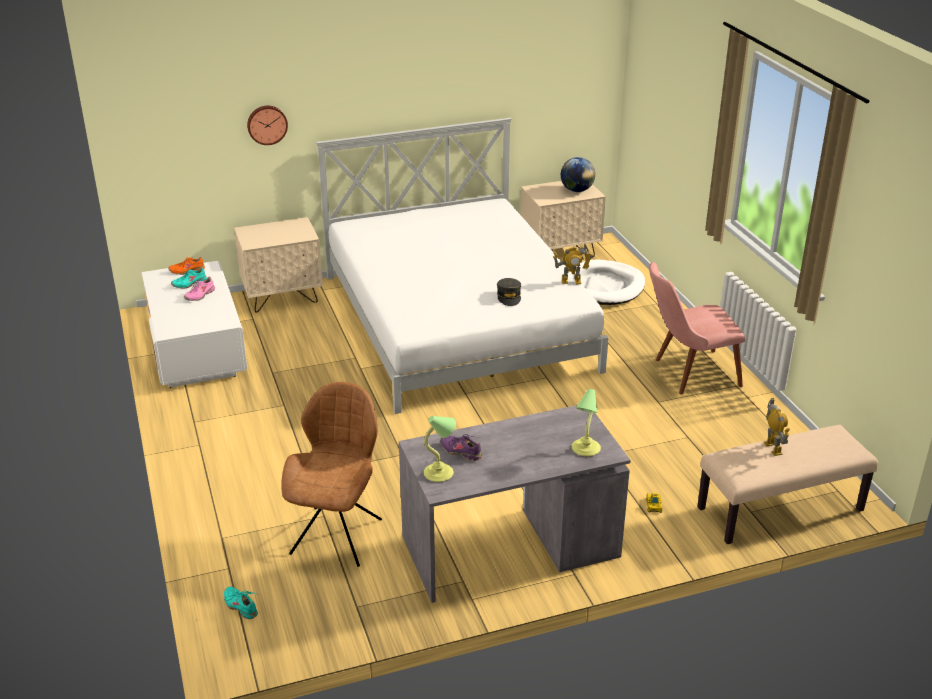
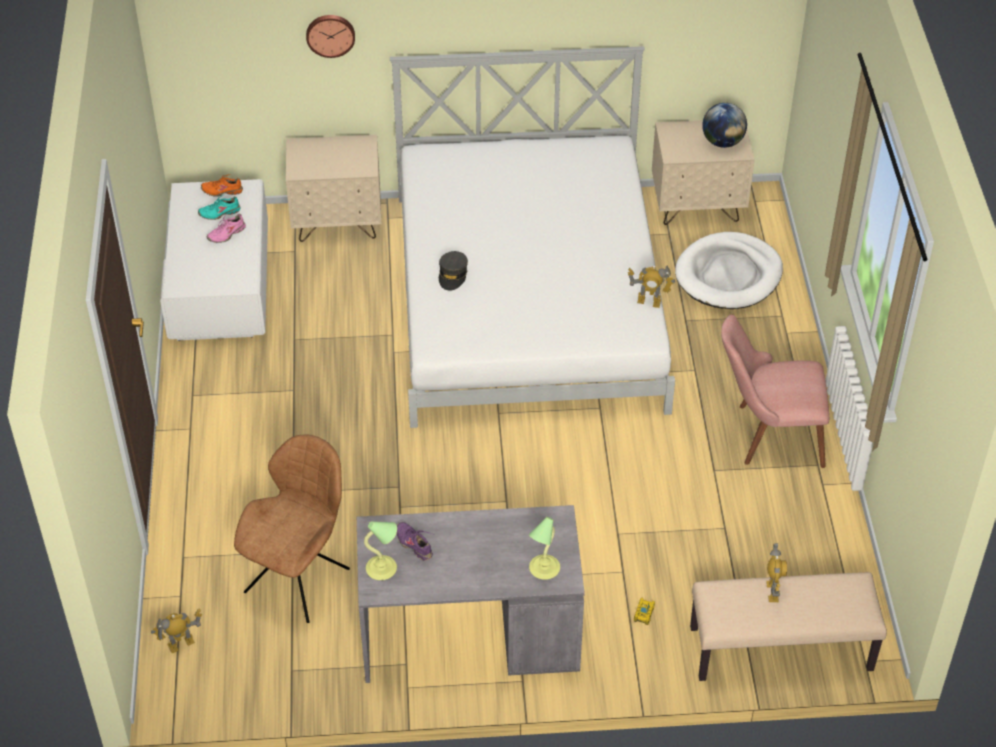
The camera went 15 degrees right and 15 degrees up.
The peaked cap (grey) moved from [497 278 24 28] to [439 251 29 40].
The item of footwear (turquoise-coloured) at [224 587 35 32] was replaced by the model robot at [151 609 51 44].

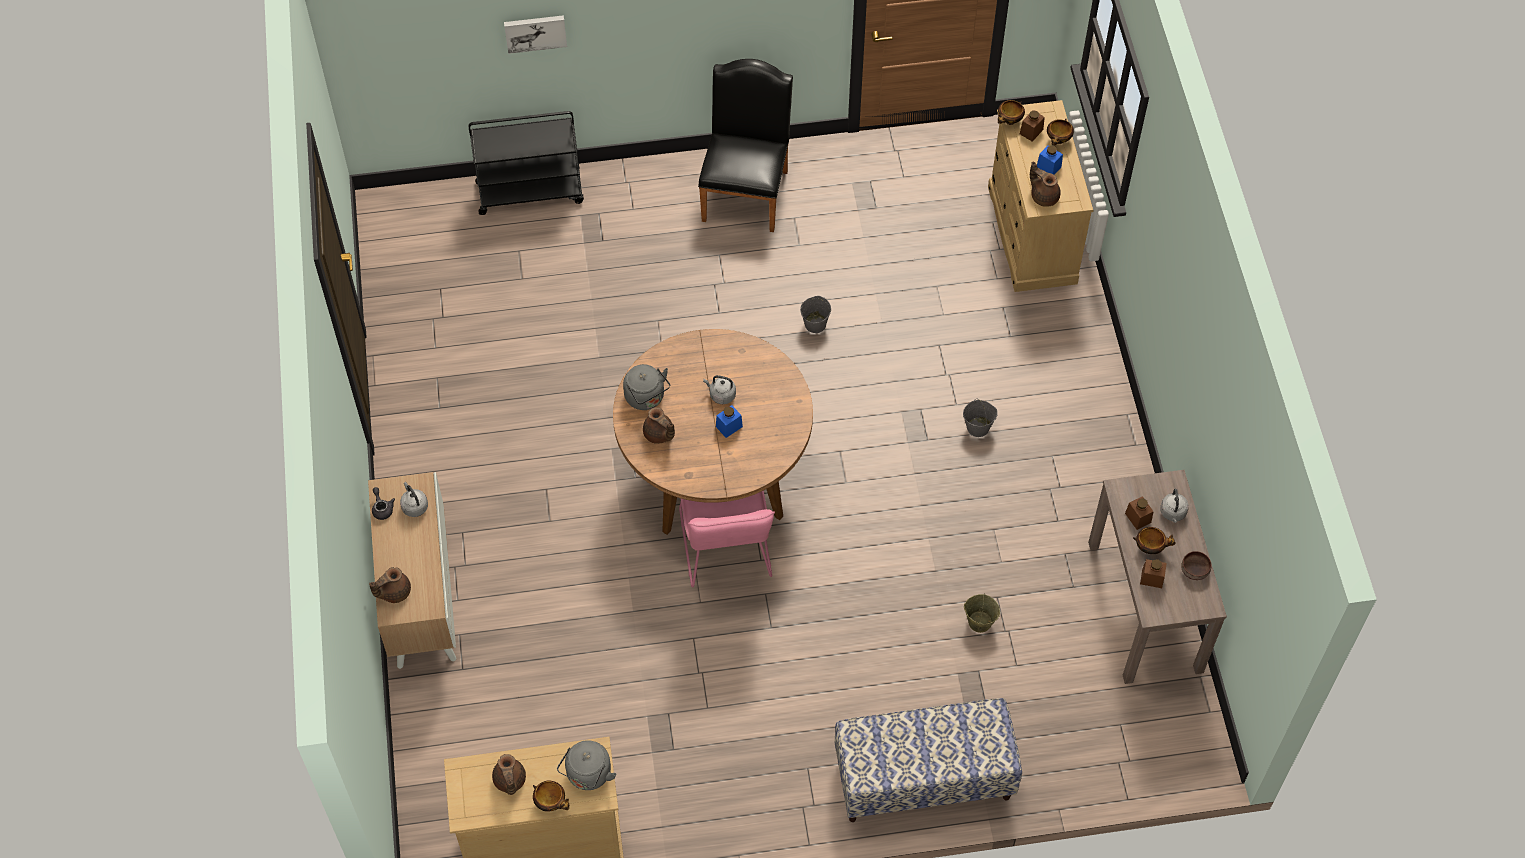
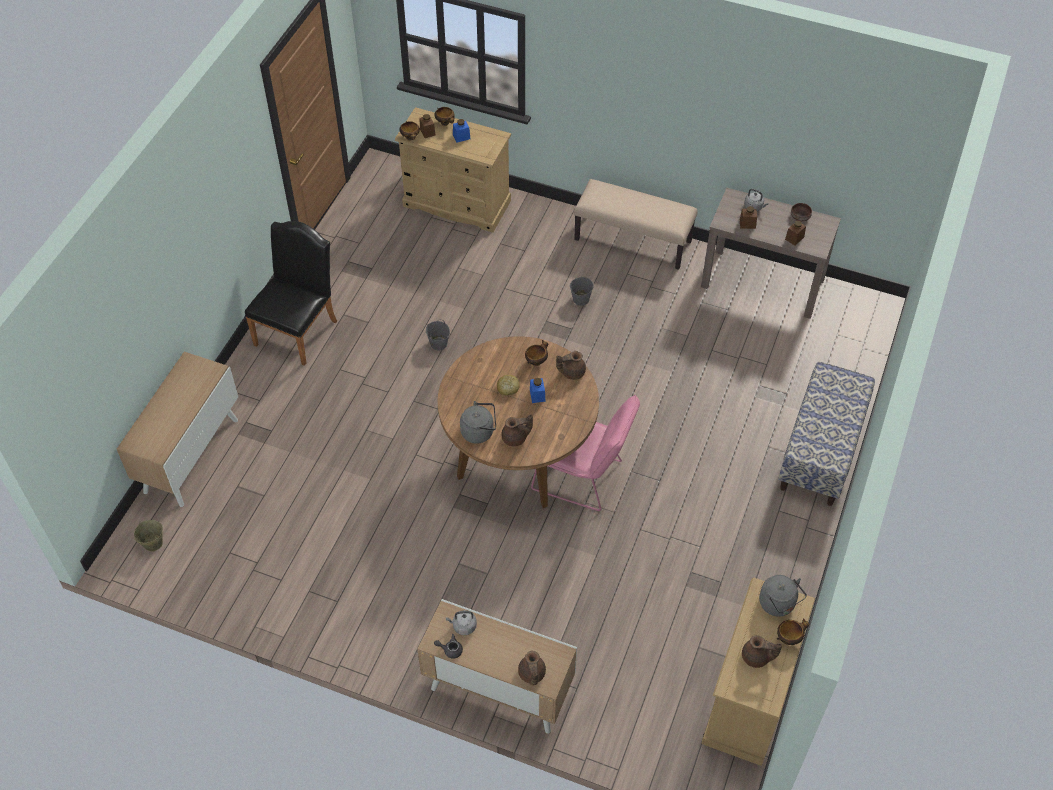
The camera went 60 degrees left and 5 degrees down.
The picture at [504 15 63 39] disappeared.
The plain chair (black-coloured) at [698 59 95 173] turned 75 degrees clockwise.
The cart (black-coloured) at [469 111 115 104] was replaced by the cabinet at [117 352 121 155].
The teapot (brown-coloured) moved from [1030 161 31 46] to [556 351 30 29].
The water kettle (grey) at [703 375 33 29] was replaced by the baked bread at [497 375 23 20].
The deep dish moved from [1133 527 43 27] to [525 340 24 26].
The pail (beige) moved from [964 593 36 40] to [134 520 29 31].
The long seat (beige) at [574 179 124 91] appeared.

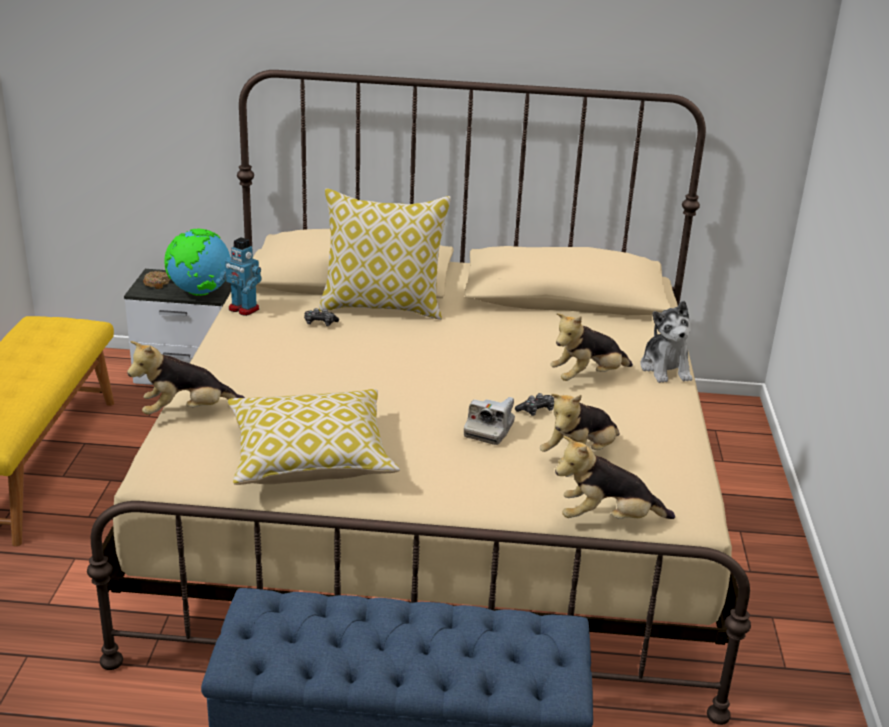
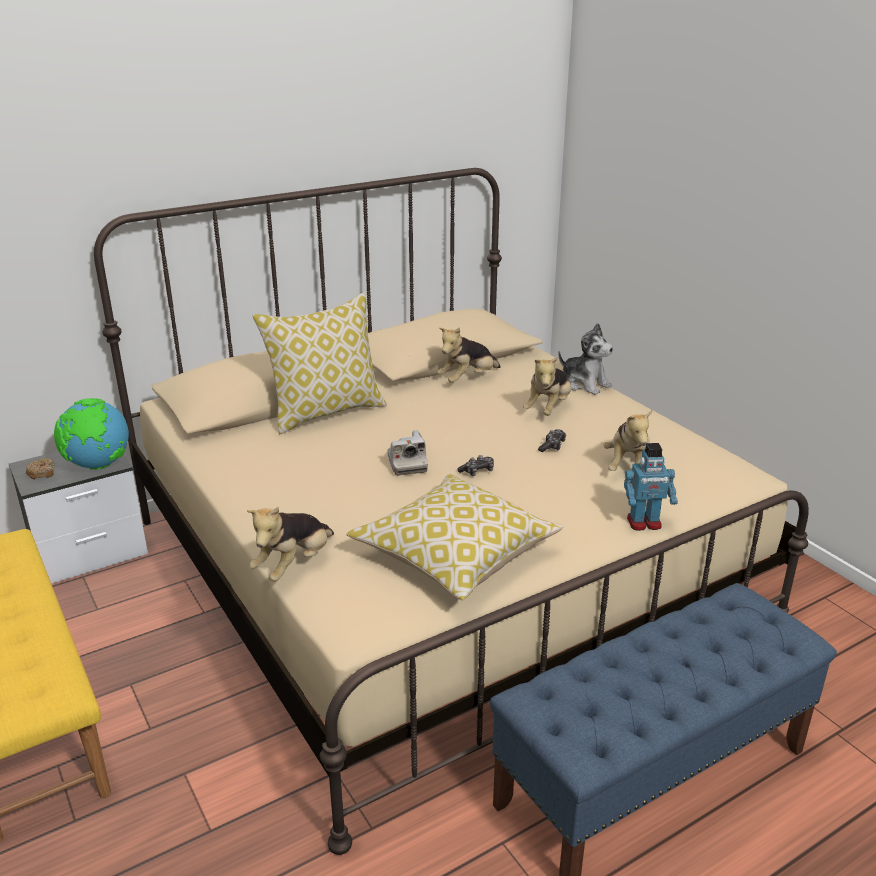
The camera went 35 degrees left and 0 degrees up.
The model robot moved from [216 237 46 79] to [624 443 54 88].
The gamepad moved from [304 308 35 18] to [457 455 37 21].
The still camera moved from [464 397 51 48] to [387 430 41 46].
The cuddly toy moved from [555 436 120 83] to [437 327 64 56].

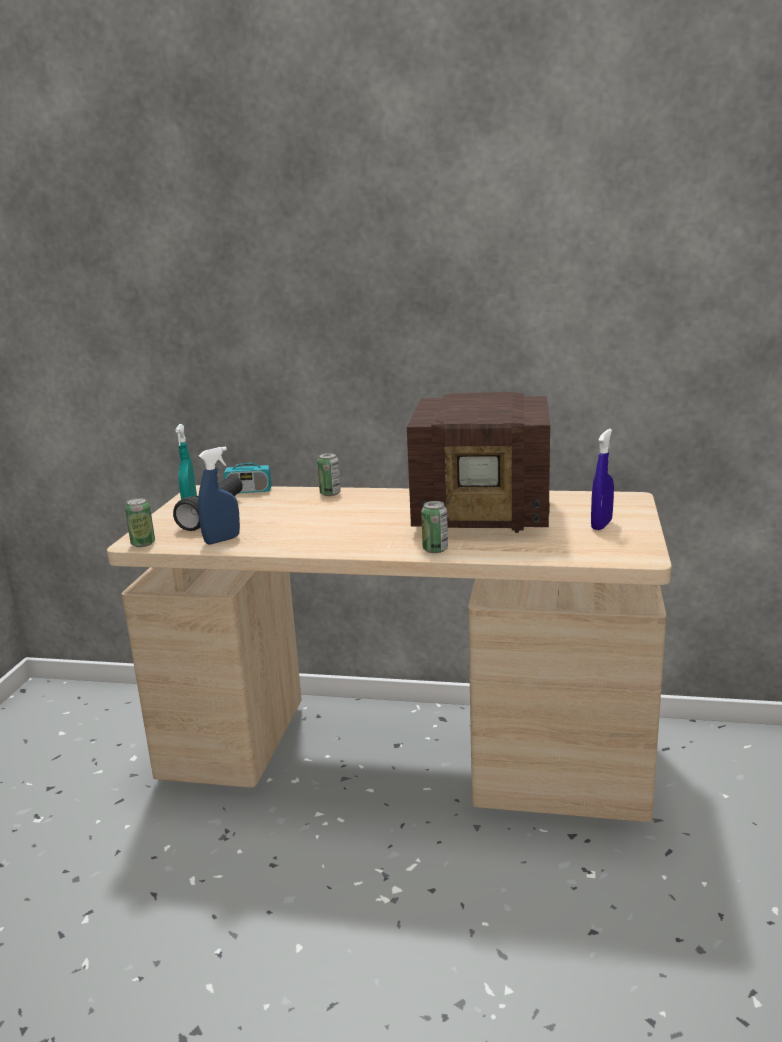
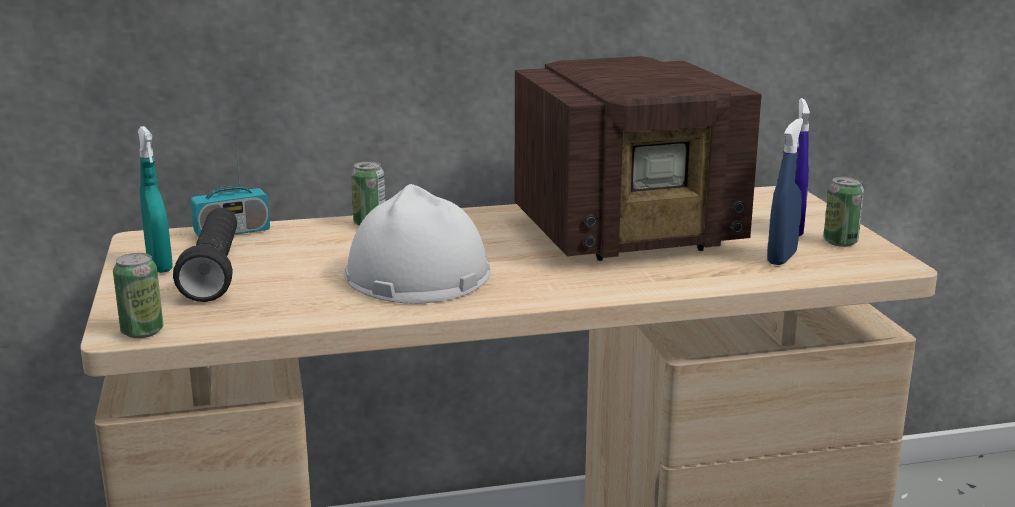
The camera went 25 degrees left and 0 degrees up.
The spray bottle (bluish) moved from [198 446 42 98] to [768 118 36 147].
The can moved from [421 501 27 52] to [823 177 41 70].
The work helmet (whitish) at [344 184 146 120] appeared.

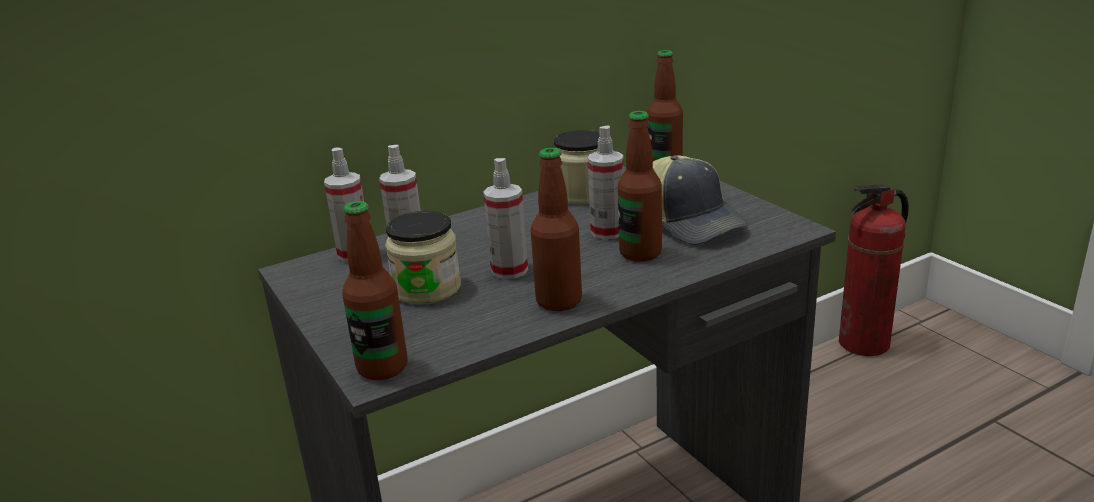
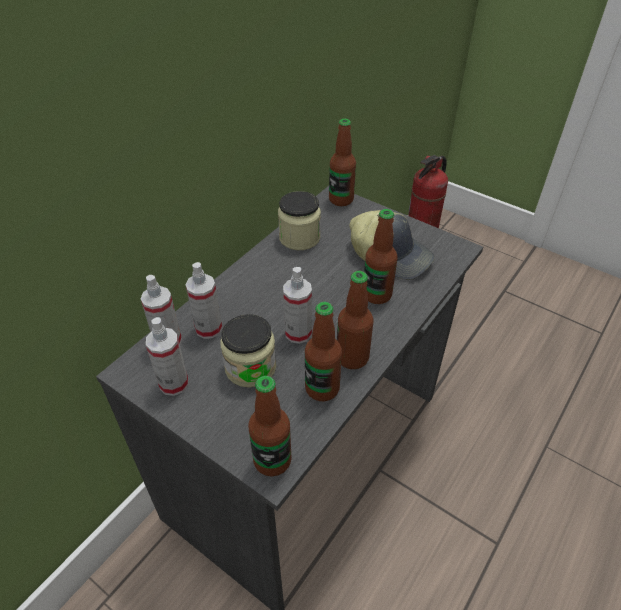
The camera went 25 degrees left and 20 degrees up.
The spray bottle moved from [588 125 36 115] to [146 317 42 79].
The bottle at [305 302 37 99] appeared.

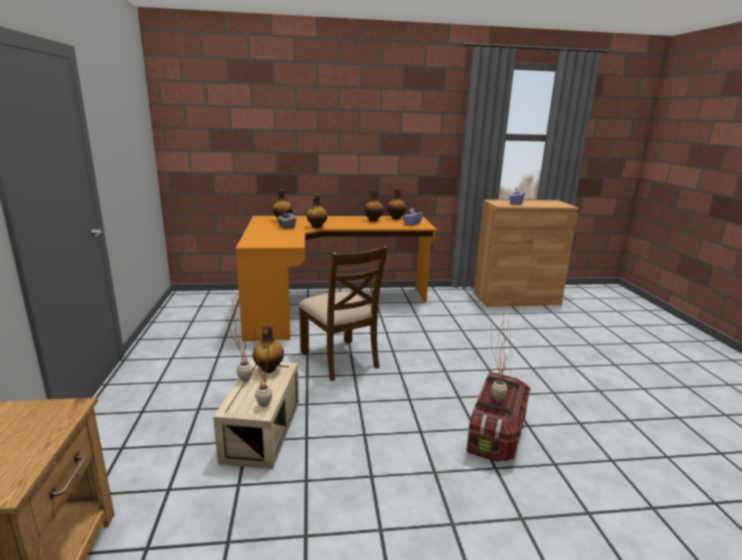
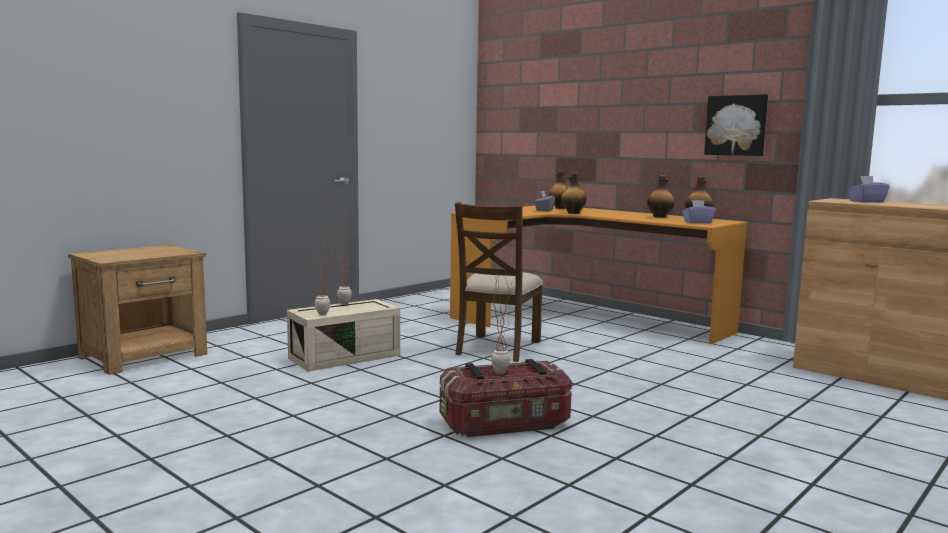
The camera went 50 degrees right and 10 degrees down.
The bottle at [253 324 31 49] disappeared.
The picture at [704 94 64 62] appeared.

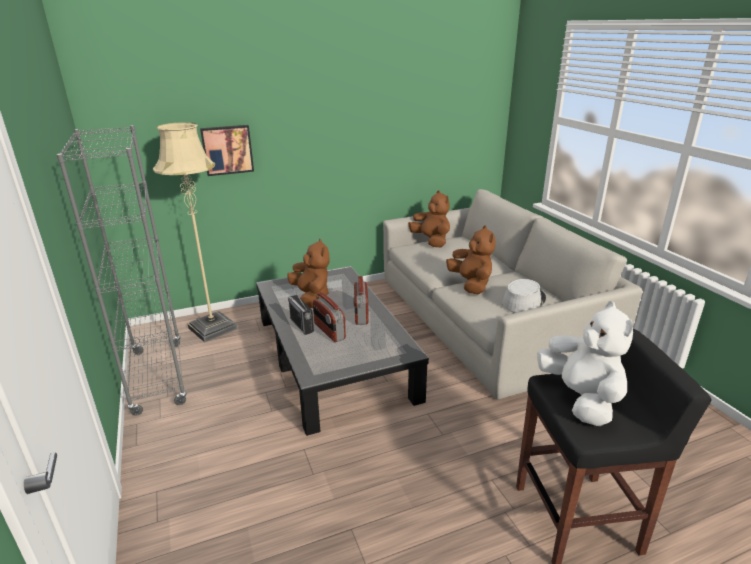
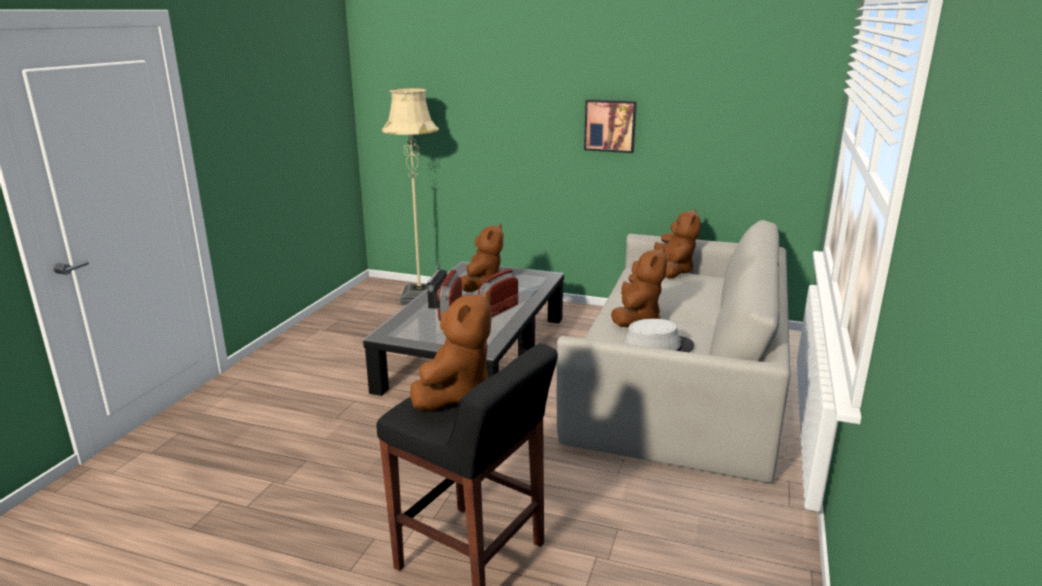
The camera went 40 degrees right and 5 degrees down.
The bookcase (grey) at [57 125 130 291] disappeared.
The picture moved from [200 125 54 51] to [584 99 53 54].
The cuddly toy (whitish) at [537 301 96 125] became the cuddly toy (brown-coloured) at [410 291 82 120].

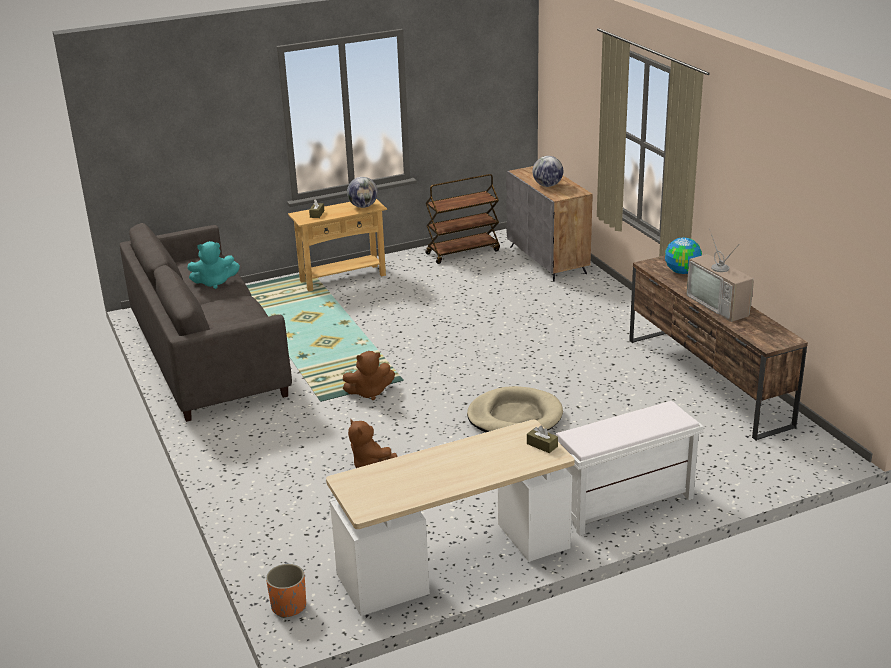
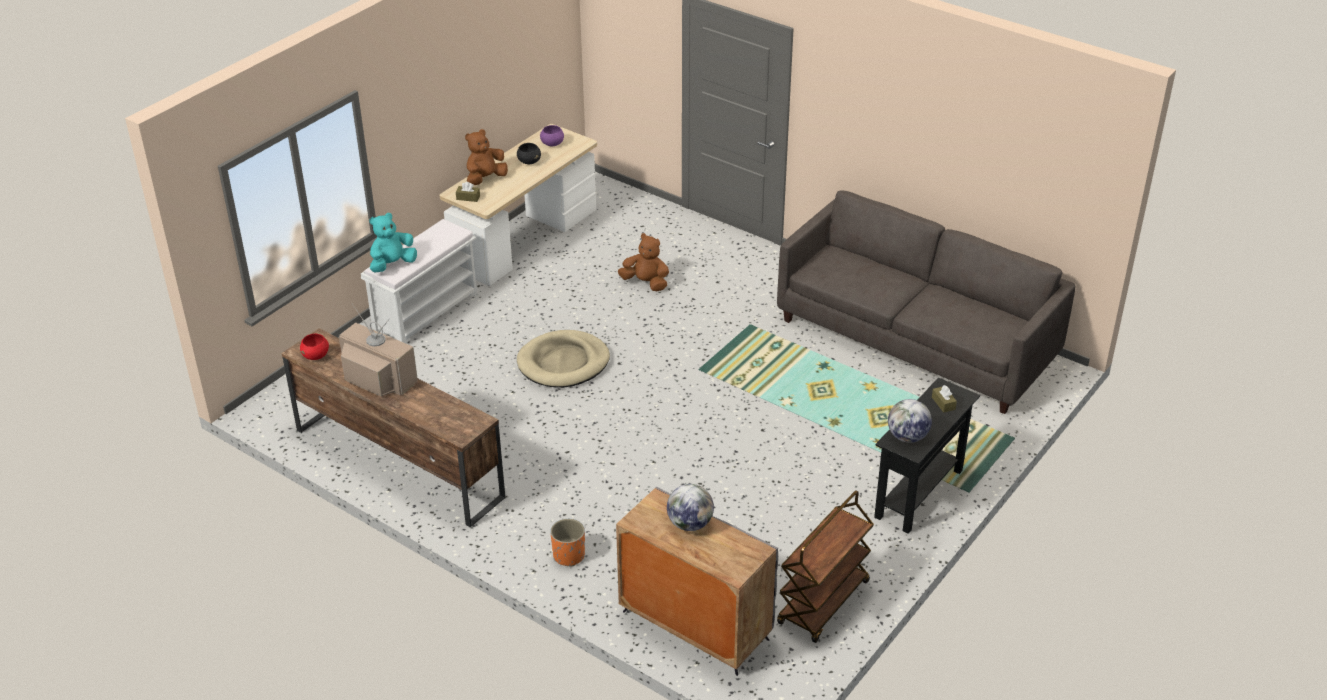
The camera went 150 degrees right and 10 degrees up.
The hall table (beige) at [288 199 99 92] became the hall table (black-coloured) at [874 378 106 156].
The desk globe at [665 238 37 36] disappeared.
The cuddly toy (turquoise-coloured) moved from [187 241 53 48] to [369 213 48 60].
The cuddly toy (brown-coloured) moved from [343 351 52 49] to [465 129 43 56].
The flower pot (orange) moved from [266 564 40 54] to [550 519 35 47].
The deep dish (purple) at [540 125 24 21] appeared.
The deep dish (black-coloured) at [517 143 24 21] appeared.
The deep dish (reddish) at [300 333 29 27] appeared.

